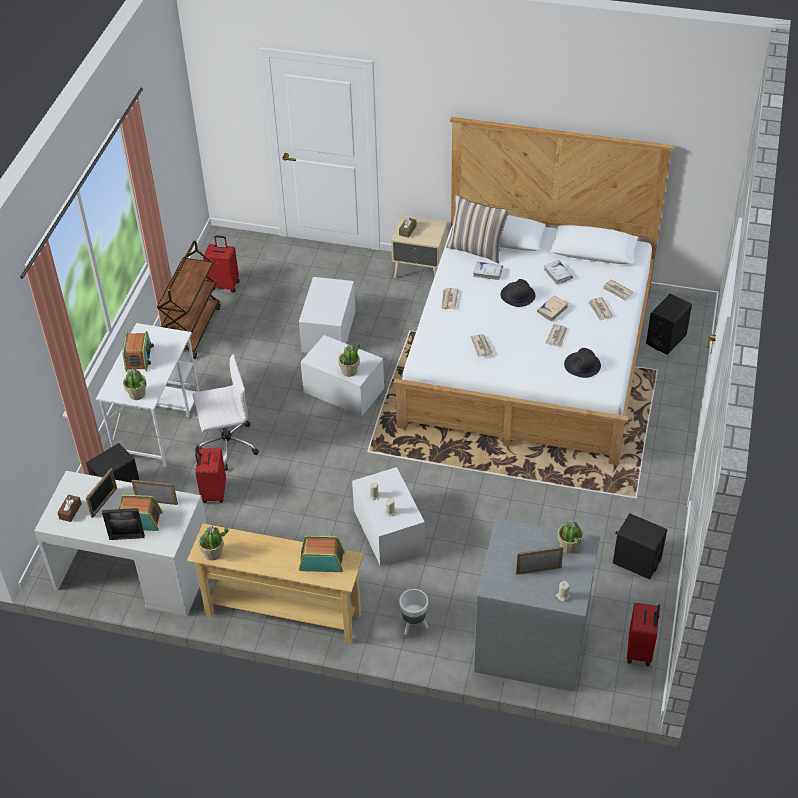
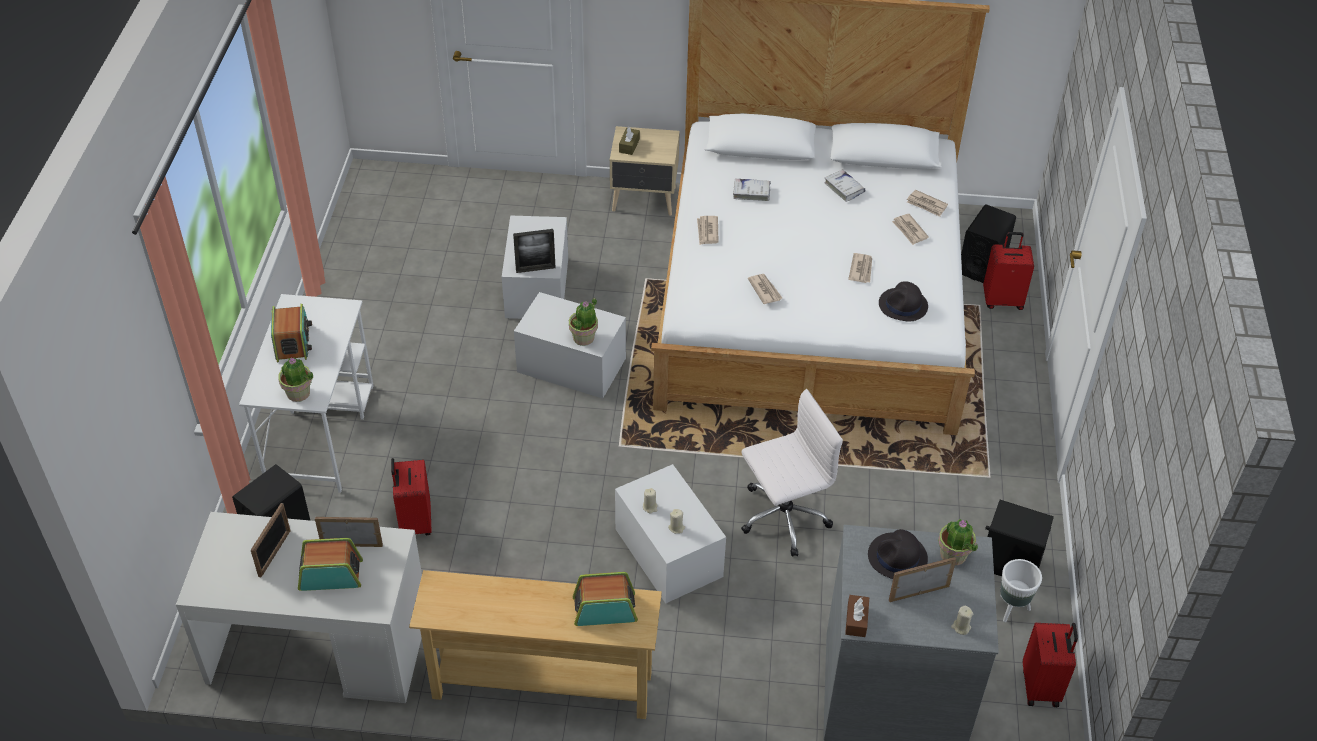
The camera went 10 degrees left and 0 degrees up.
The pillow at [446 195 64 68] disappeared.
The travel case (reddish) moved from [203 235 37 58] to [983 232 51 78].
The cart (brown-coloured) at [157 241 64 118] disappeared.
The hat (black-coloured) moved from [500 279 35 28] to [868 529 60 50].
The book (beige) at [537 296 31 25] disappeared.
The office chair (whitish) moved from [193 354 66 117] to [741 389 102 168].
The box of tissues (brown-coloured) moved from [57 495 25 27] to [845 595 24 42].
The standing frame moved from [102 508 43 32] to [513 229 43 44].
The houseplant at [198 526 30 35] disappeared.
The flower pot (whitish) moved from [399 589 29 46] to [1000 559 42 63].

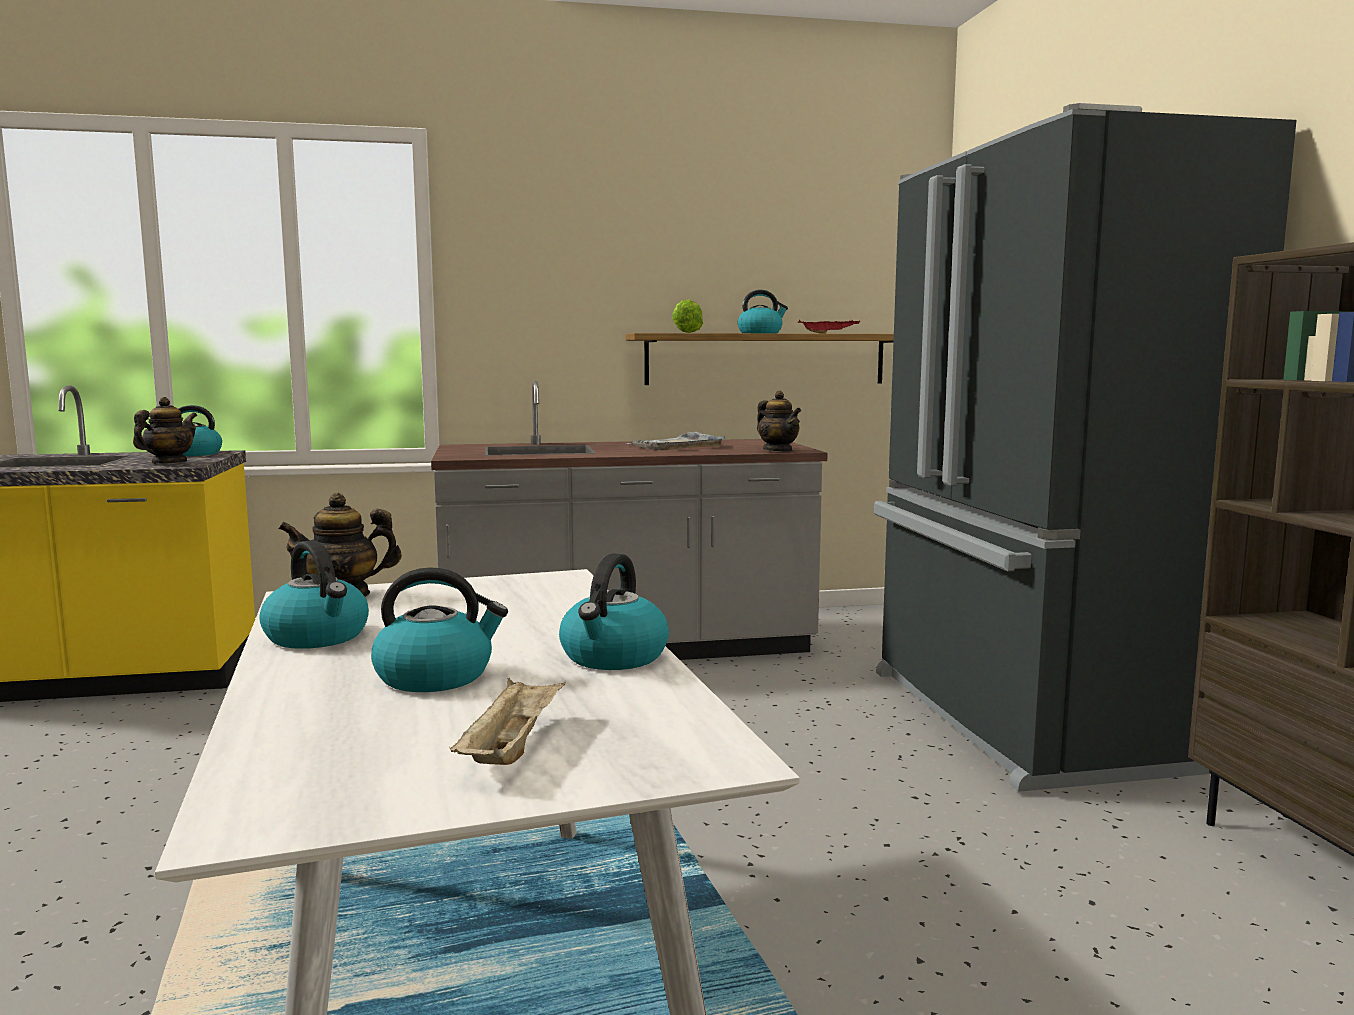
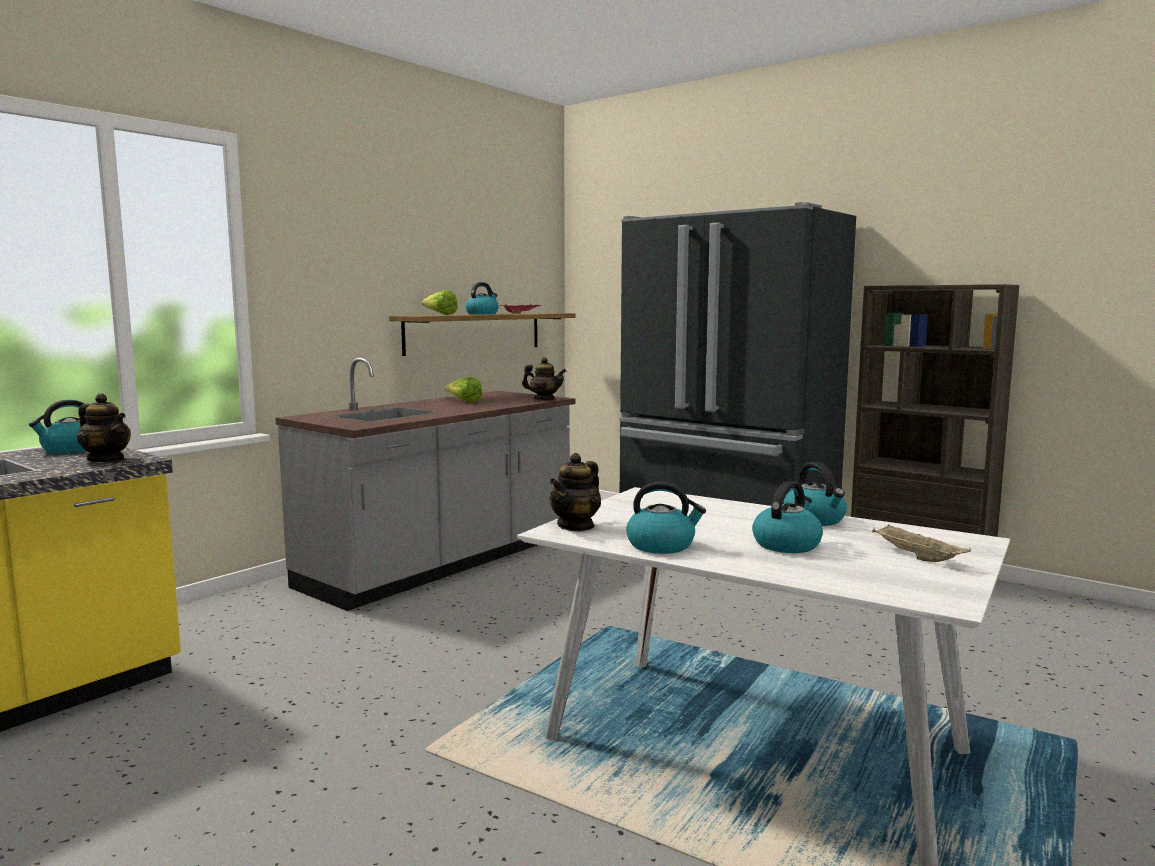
The camera went 40 degrees left and 0 degrees up.
The teapot at [133 397 64 67] turned 135 degrees clockwise.
The tray (grey) at [626 432 100 18] was replaced by the head of lettuce at [445 377 37 26].

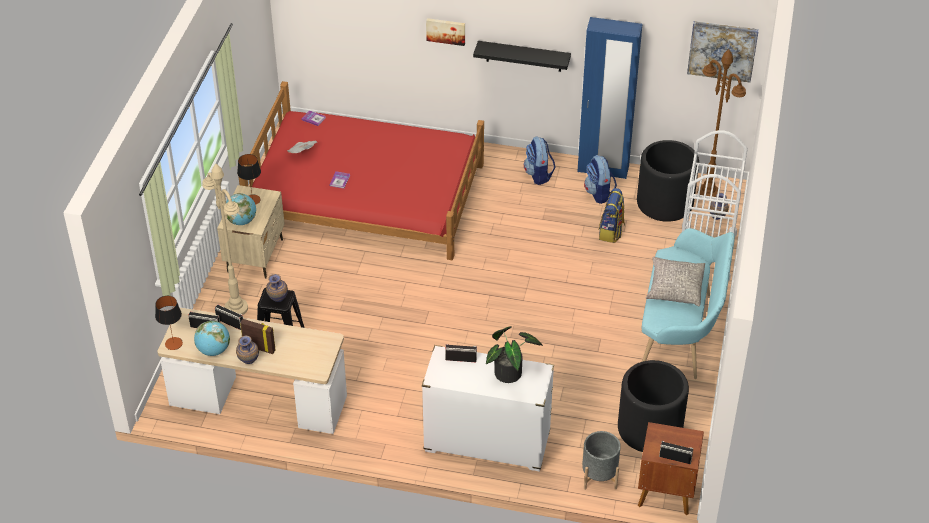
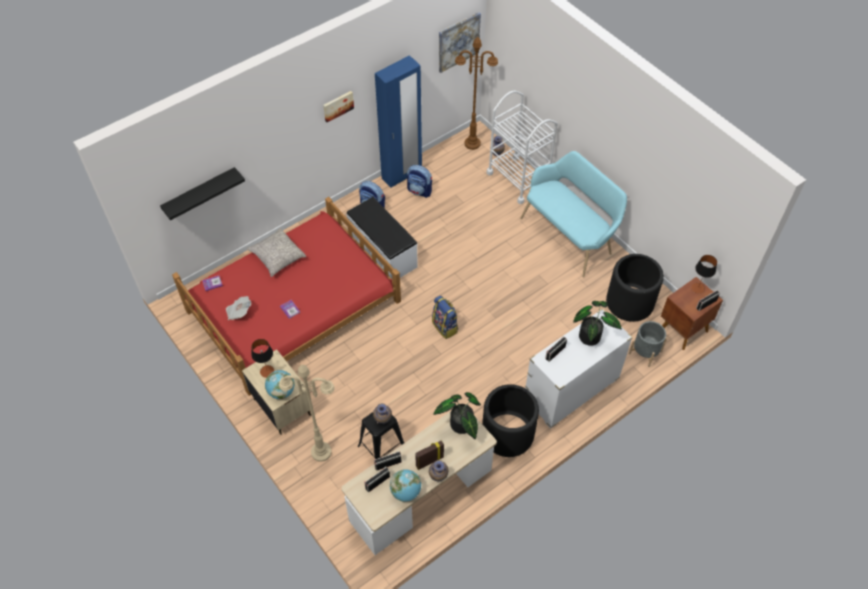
The camera went 50 degrees left and 10 degrees up.
The picture moved from [426 18 39 28] to [323 91 31 31].
The bracket shelf (black-coloured) moved from [473 41 98 31] to [160 167 85 53].
The flower pot (black-coloured) moved from [637 140 62 82] to [482 384 57 73].
The rucksack moved from [599 188 26 55] to [432 296 26 43].
The pillow (grey) moved from [646 257 59 49] to [247 228 59 49].
The tabletop lamp moved from [155 296 28 54] to [691 255 26 39].
The long seat (whitish) at [346 197 72 82] appeared.
The houseplant at [433 392 48 47] appeared.

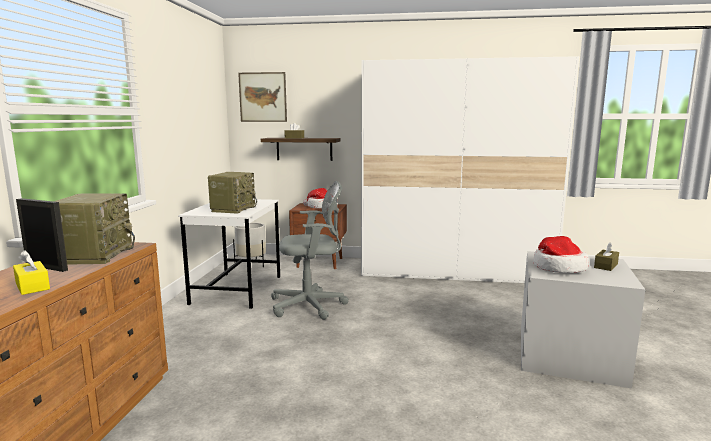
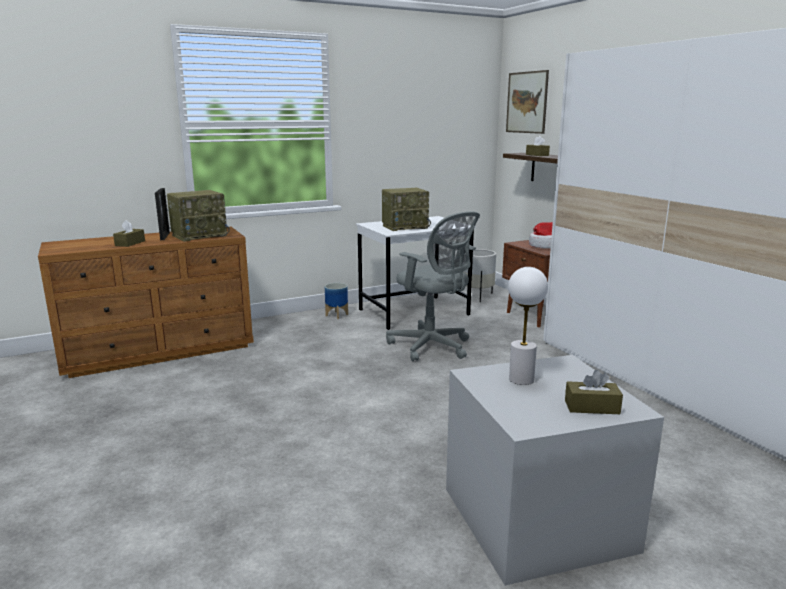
The camera went 55 degrees right and 5 degrees up.
The hat at [533 236 56 37] was replaced by the tabletop lamp (whitish) at [508 267 40 118].
The box of tissues (yellowish) at [13 250 37 45] became the box of tissues (brown-coloured) at [113 220 32 27].
The flower pot at [325 283 23 36] appeared.

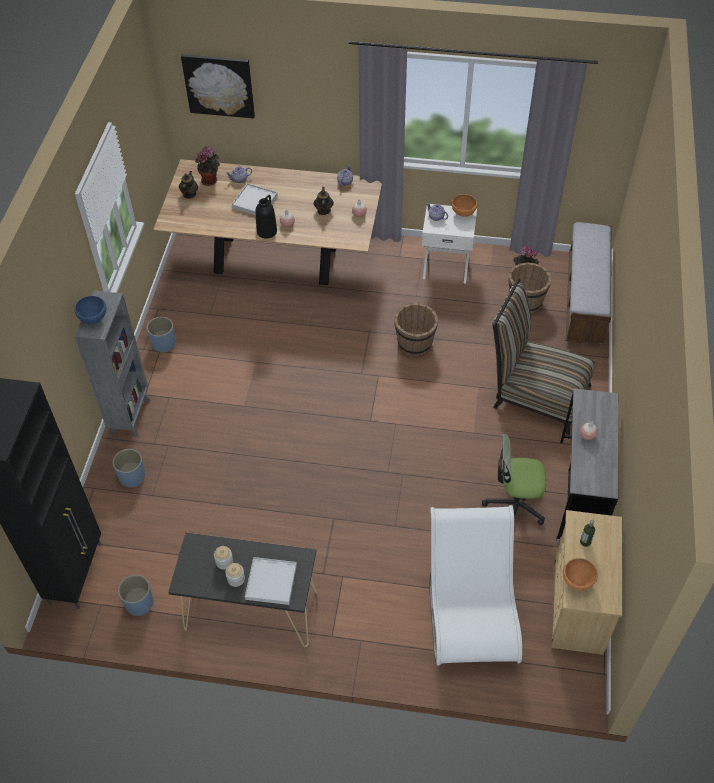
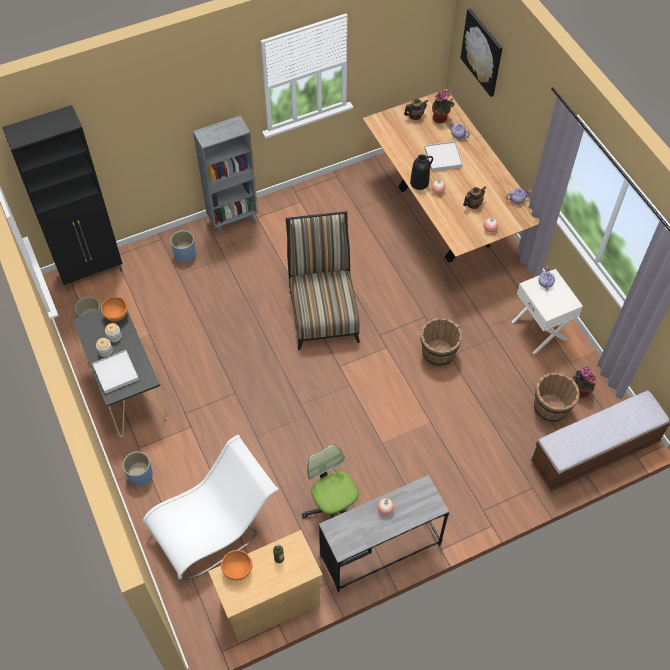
The camera went 55 degrees right and 5 degrees up.
The deep dish (orange) moved from [452 194 25 23] to [101 297 27 25].
The plain chair moved from [492 278 103 157] to [286 211 74 139].
The deep dish (bluish) at [75 296 31 28] disappeared.
The flower pot (bluish) moved from [147 317 29 35] to [122 451 31 35].

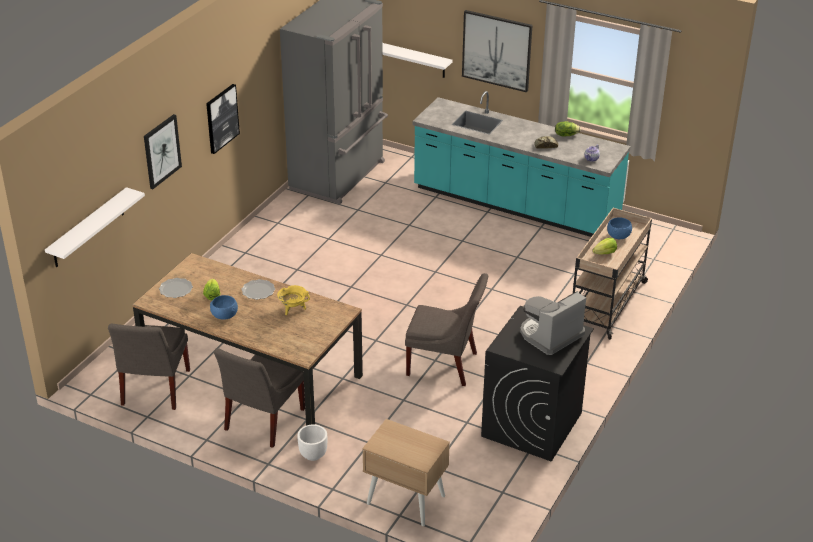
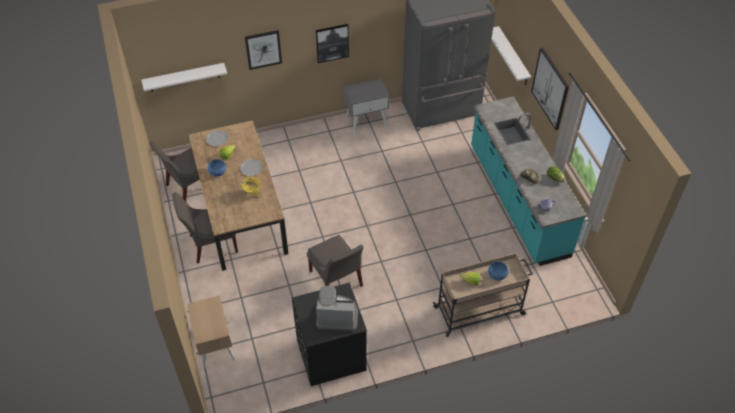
The camera went 45 degrees right and 15 degrees up.
The flower pot (whitish) at [297 424 30 37] disappeared.
The bedside table (grey) at [344 78 45 56] appeared.

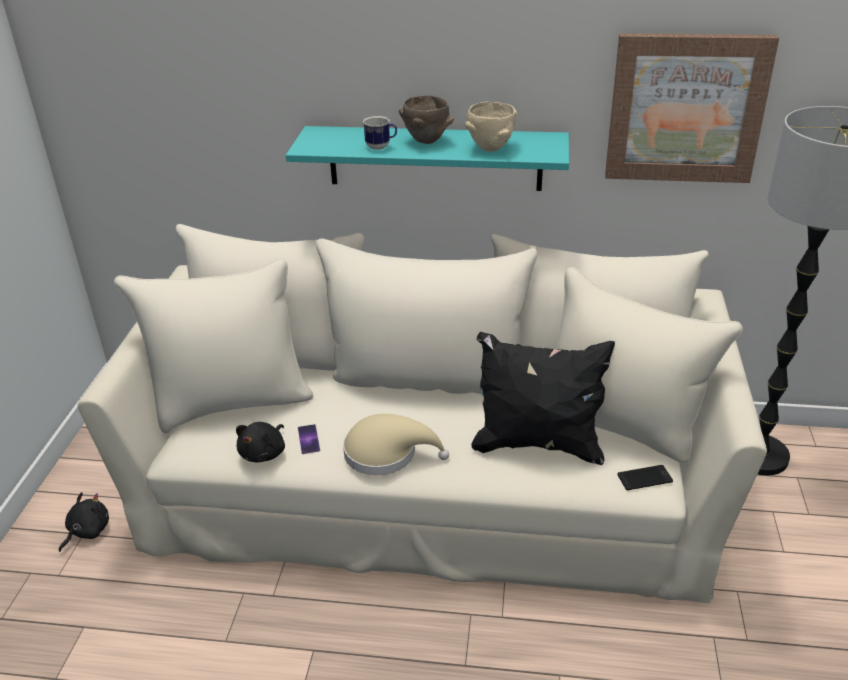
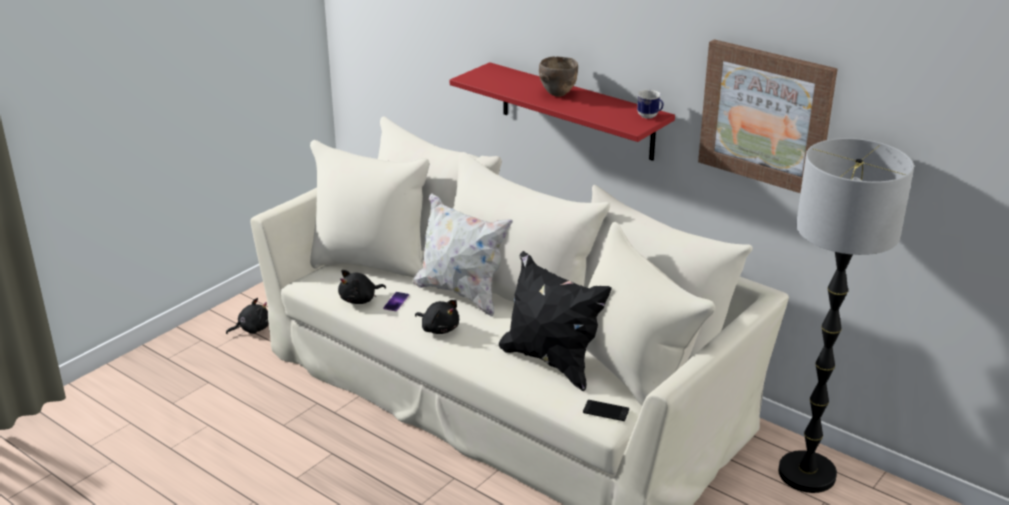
The camera went 30 degrees right and 5 degrees down.
The deep dish (beige) at [465 101 52 51] disappeared.
The mug moved from [363 116 34 34] to [637 90 27 29].
The bracket shelf (turquoise-coloured) at [286 126 283 65] became the bracket shelf (reddish) at [450 62 225 99].
The hat (beige) at [343 414 106 61] was replaced by the cuddly toy (black-coloured) at [415 300 44 34].
The pillow (whitish) at [413 194 100 123] appeared.

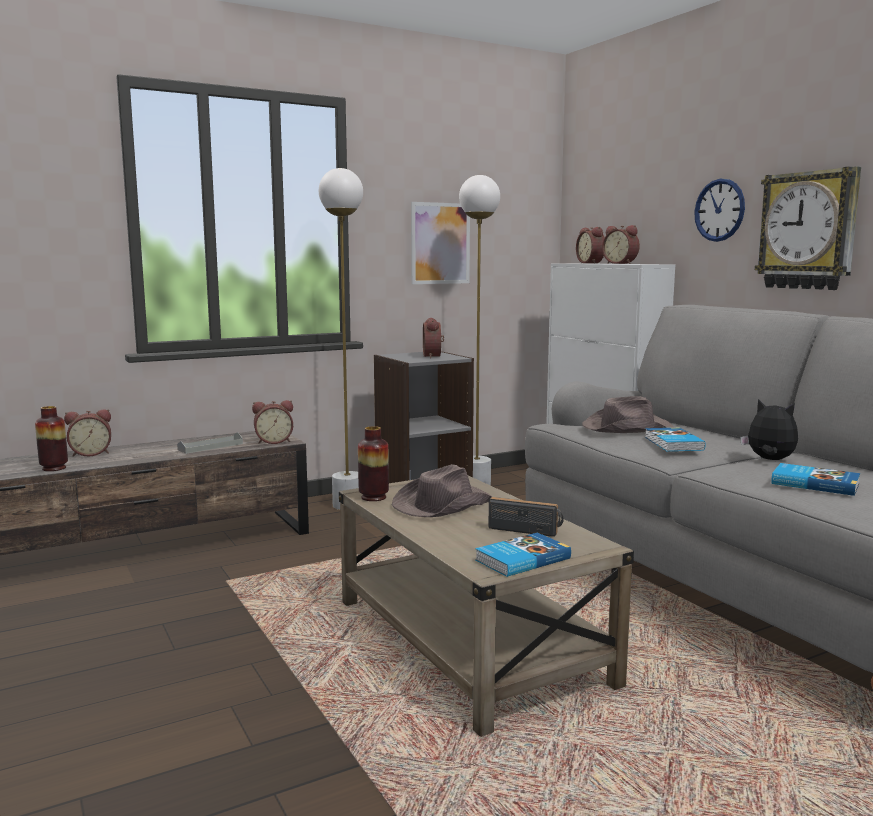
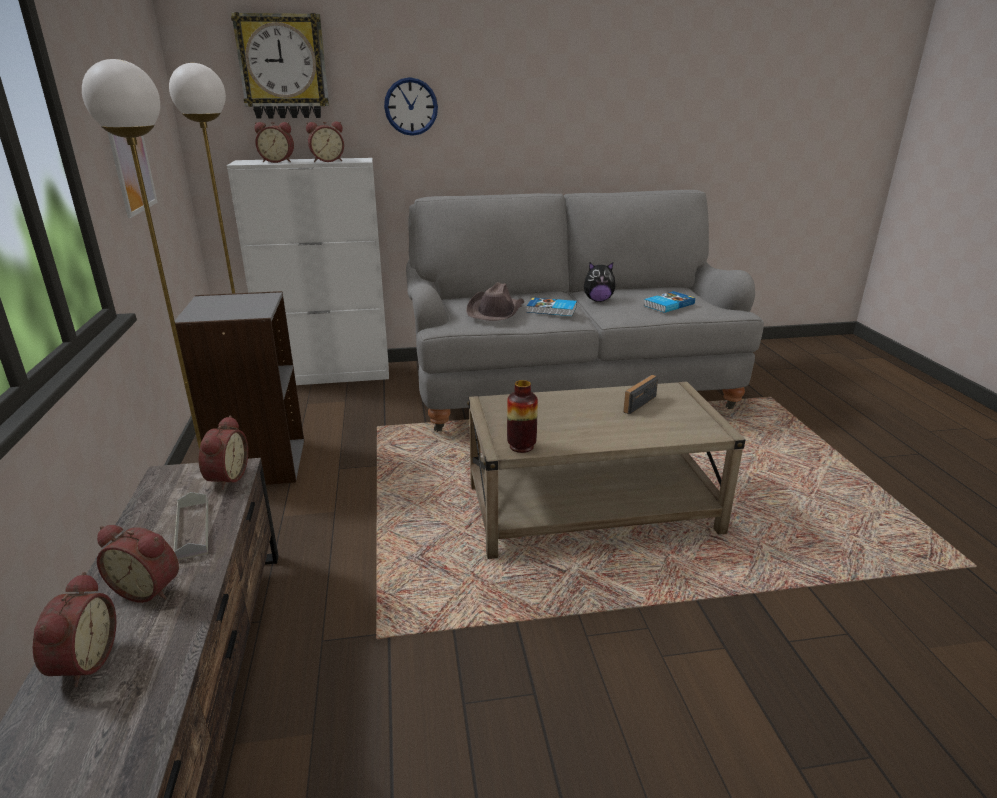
The camera went 70 degrees left and 15 degrees up.
The clock on the wall moved from [755 166 106 124] to [231 12 98 107].
The alarm clock moved from [423 318 21 40] to [97 525 82 78].
The cuddly toy at [740 399 58 61] turned 150 degrees counterclockwise.
The vase at [35 406 33 65] disappeared.
The hat (brown-coloured) at [392 464 100 53] disappeared.
The book at [475 533 96 44] disappeared.

